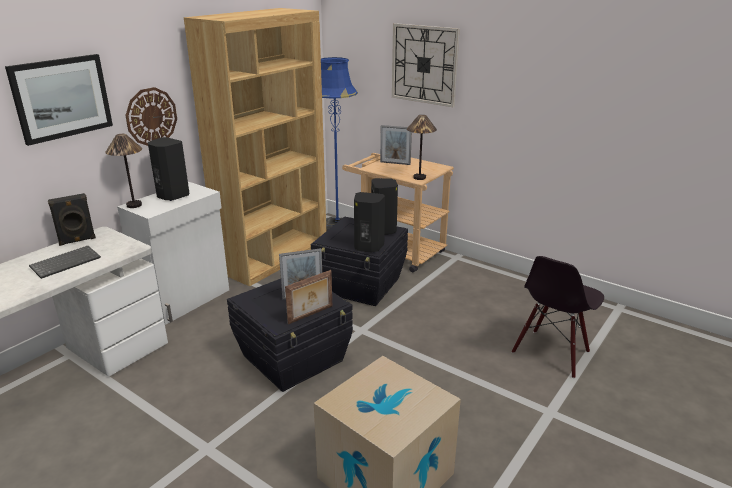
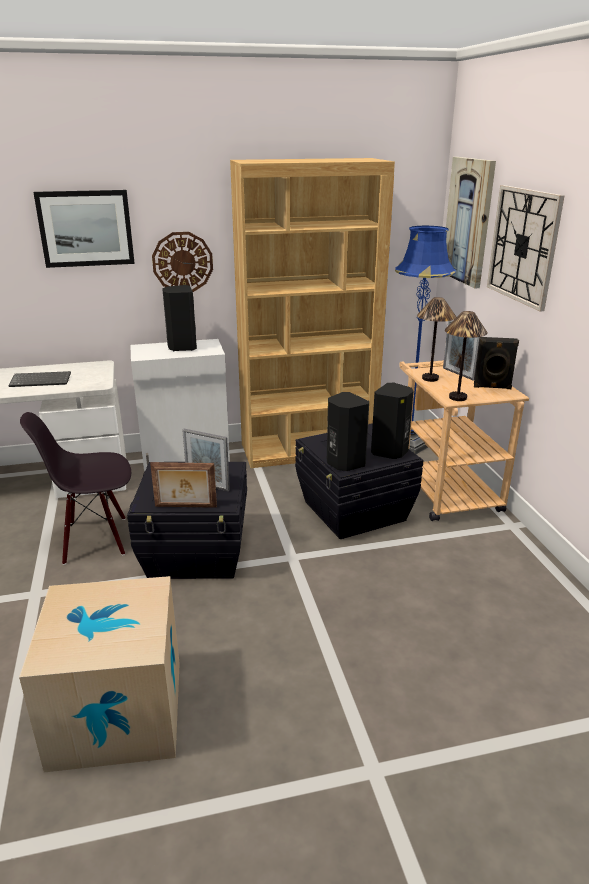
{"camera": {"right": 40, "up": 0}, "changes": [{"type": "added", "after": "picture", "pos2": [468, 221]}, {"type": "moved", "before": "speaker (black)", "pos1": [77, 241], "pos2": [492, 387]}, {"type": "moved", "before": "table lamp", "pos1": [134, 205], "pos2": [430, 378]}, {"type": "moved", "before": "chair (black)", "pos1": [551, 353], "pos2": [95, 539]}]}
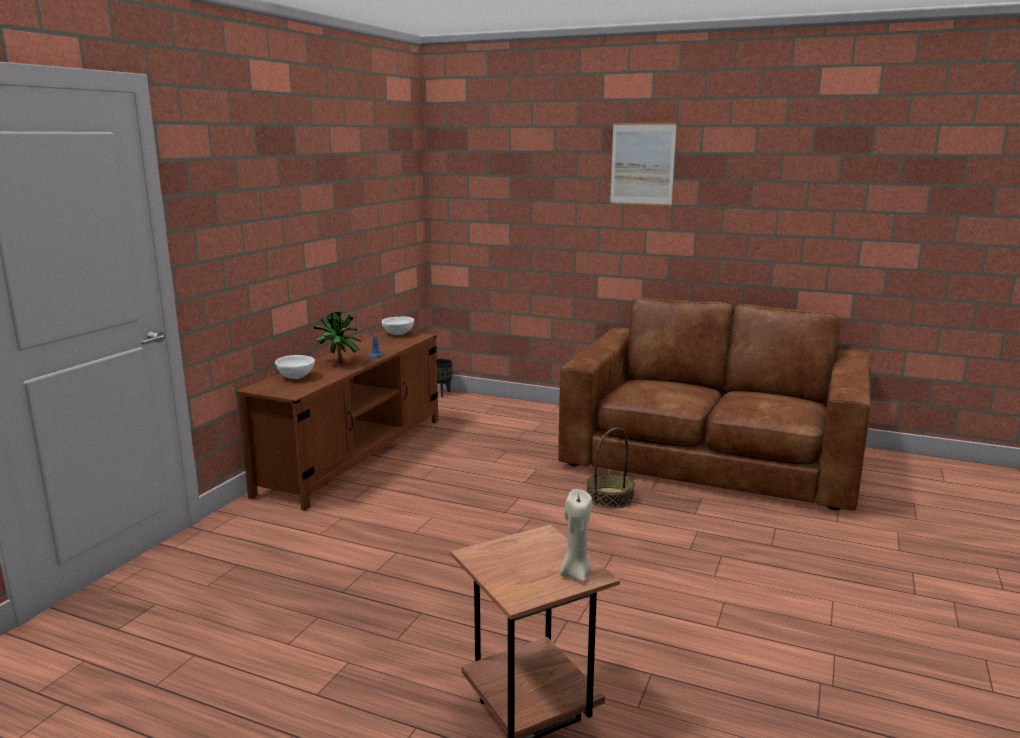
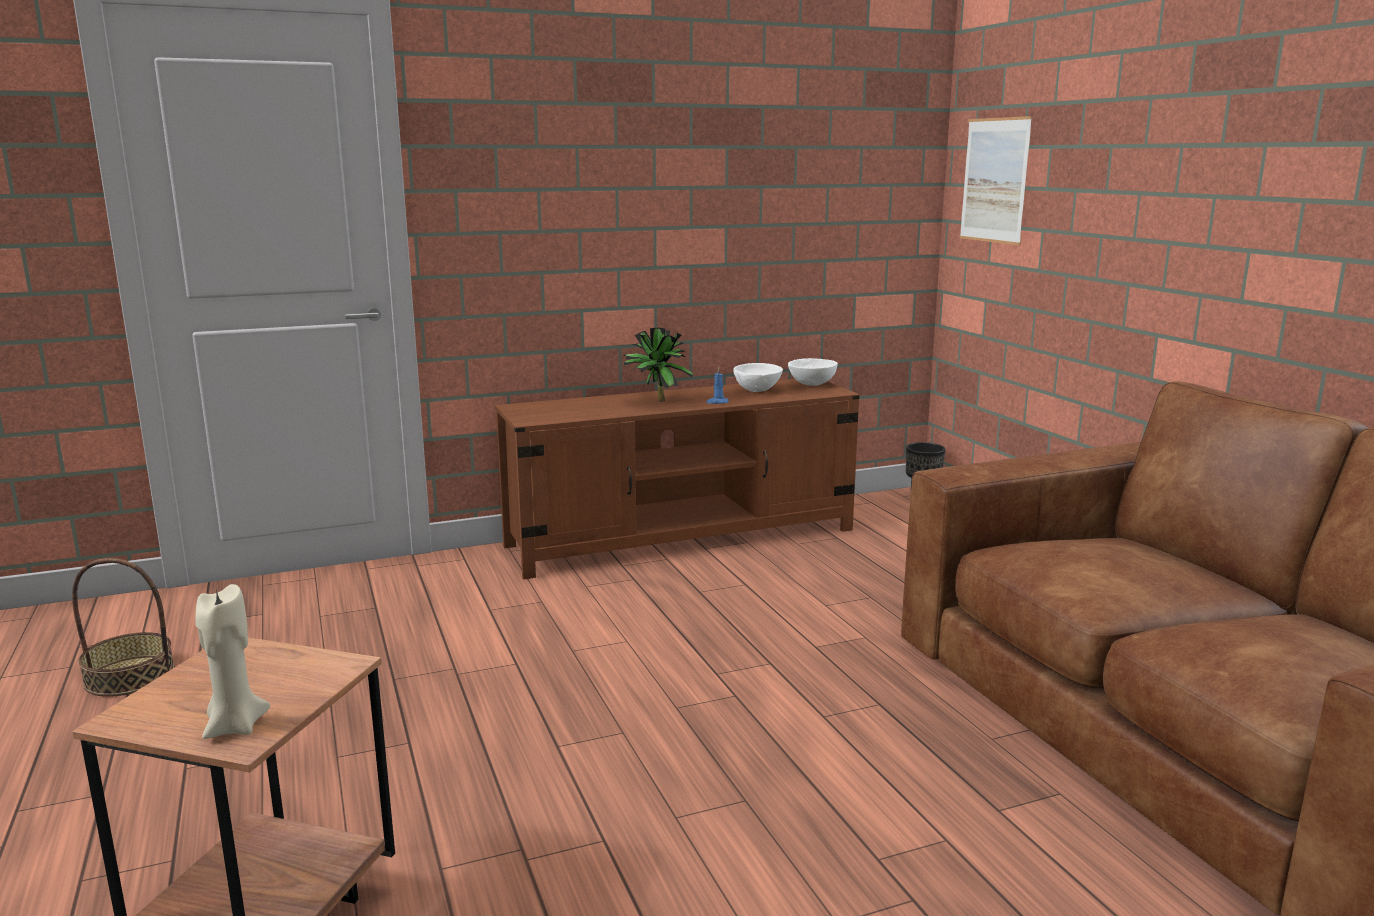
{"camera": {"right": 45, "up": 0}, "changes": [{"type": "moved", "before": "bowl (white)", "pos1": [296, 377], "pos2": [758, 390]}, {"type": "moved", "before": "basket", "pos1": [609, 497], "pos2": [130, 676]}, {"type": "moved", "before": "picture", "pos1": [642, 164], "pos2": [994, 180]}]}
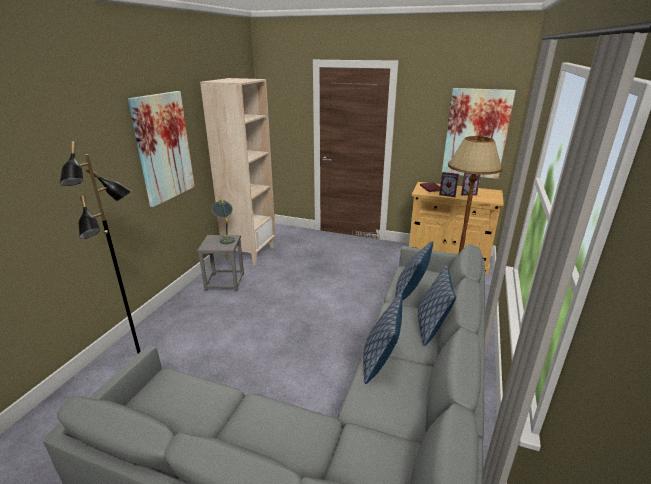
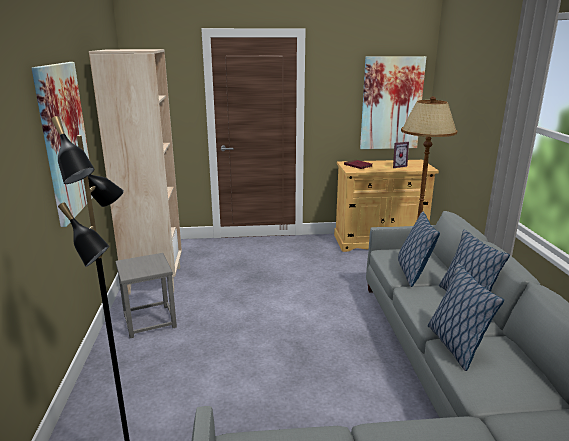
{"camera": {"right": -25, "up": -5}, "changes": [{"type": "removed", "before": "table lamp (grey)", "pos1": [226, 238]}, {"type": "removed", "before": "picture frame", "pos1": [447, 194]}]}
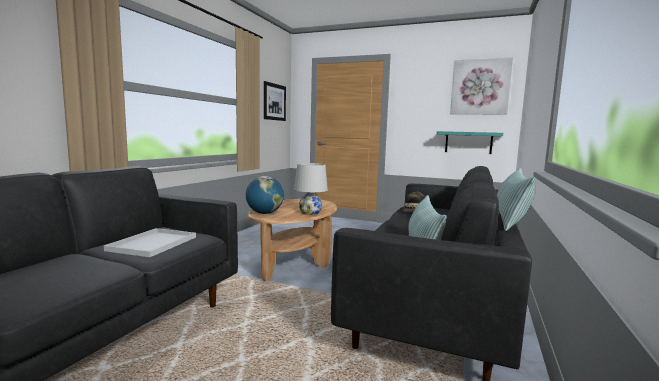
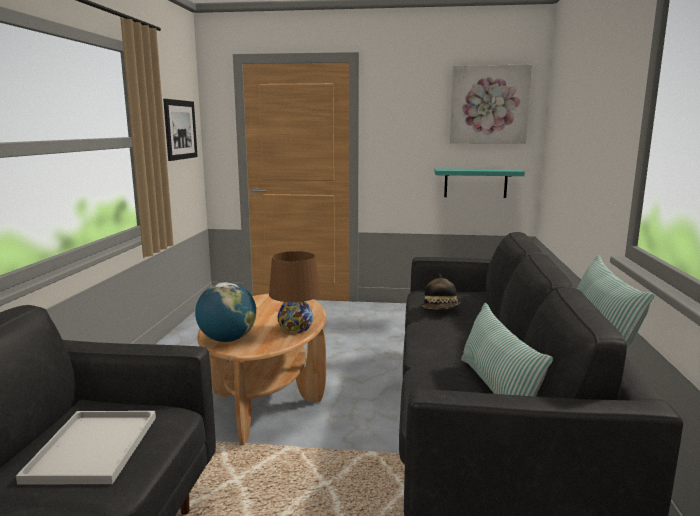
{"camera": {"right": -15, "up": 5}, "changes": [{"type": "recoloured", "before": "table lamp (white)", "after": "table lamp (brown)", "pos1": [310, 213], "pos2": [295, 328]}]}
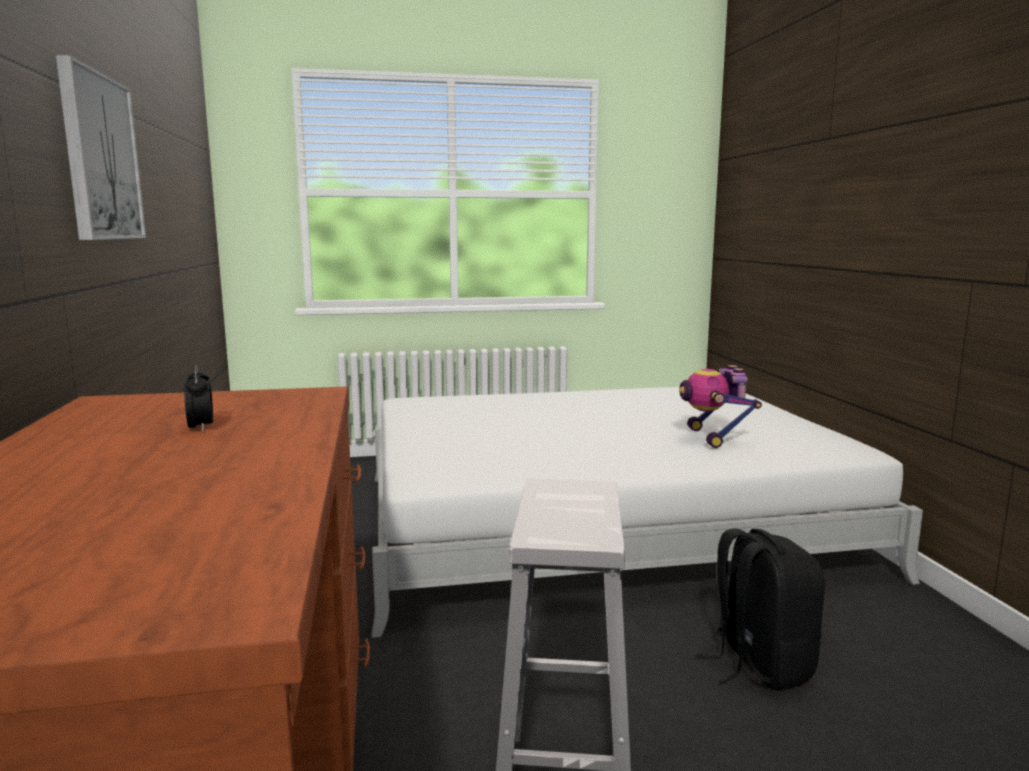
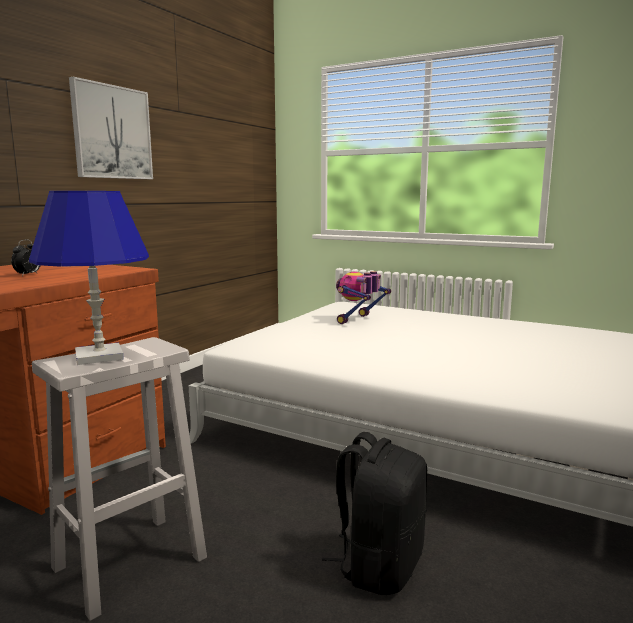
{"camera": {"right": 40, "up": 0}, "changes": [{"type": "added", "after": "table lamp (blue)", "pos2": [99, 356]}, {"type": "moved", "before": "toy robot", "pos1": [713, 437], "pos2": [359, 320]}]}
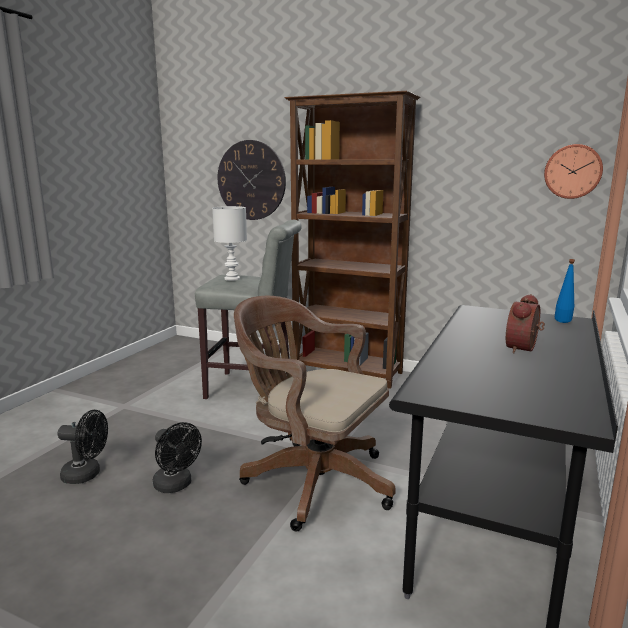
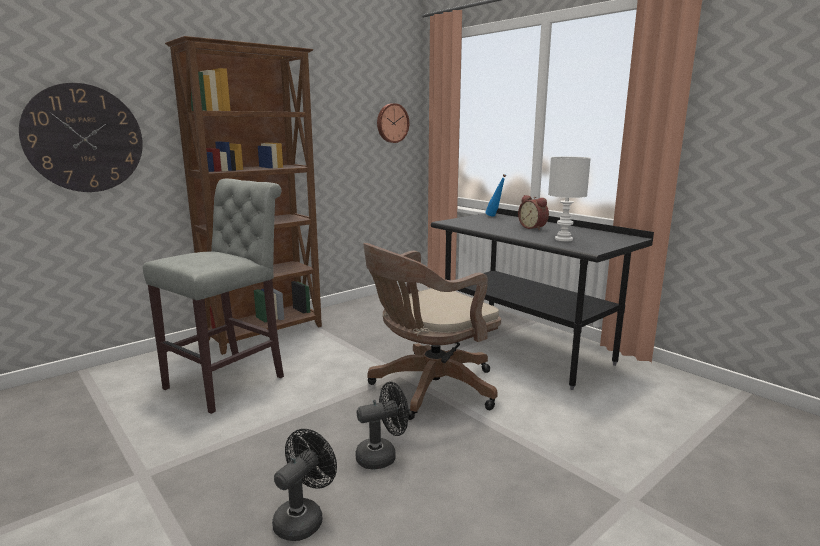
{"camera": {"right": -65, "up": 0}, "changes": [{"type": "moved", "before": "table lamp (white)", "pos1": [231, 279], "pos2": [563, 239]}]}
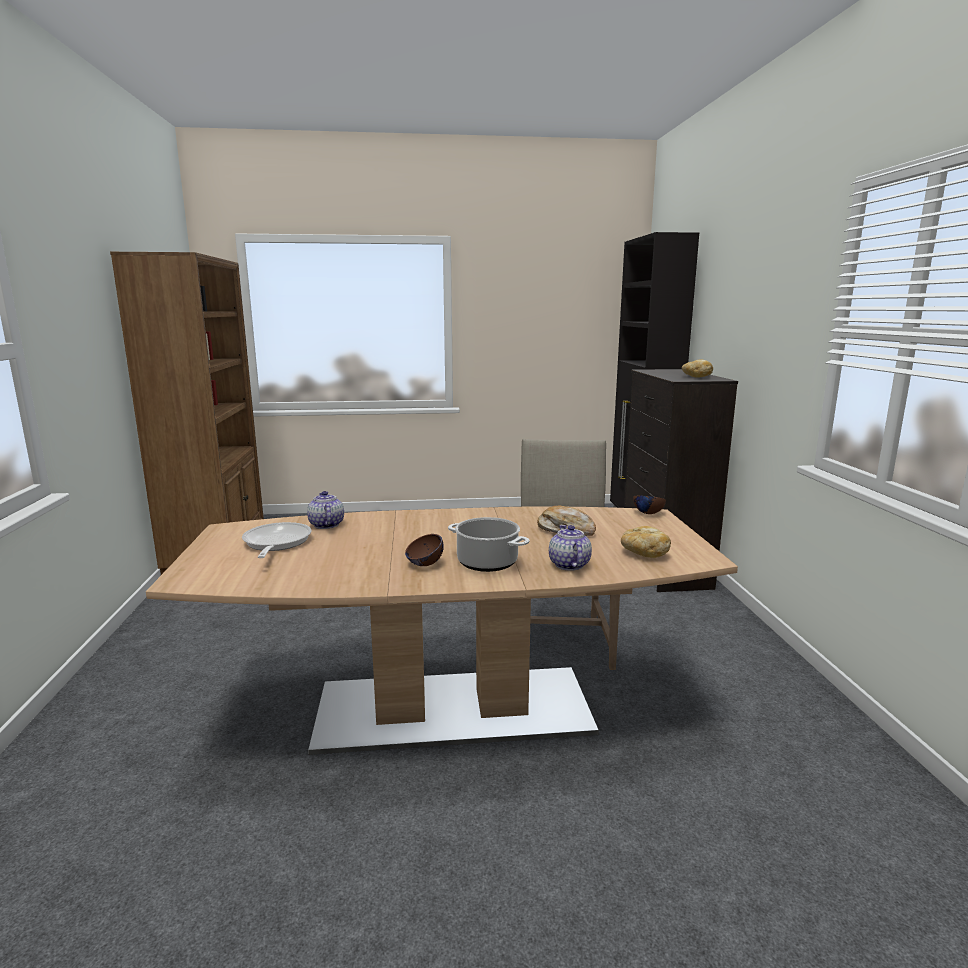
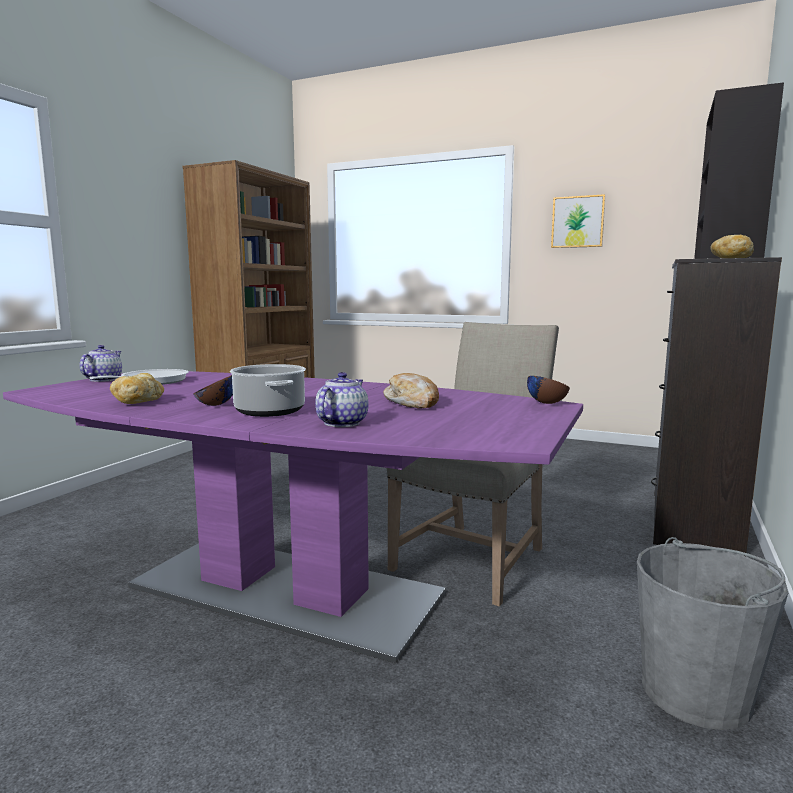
{"camera": {"right": 30, "up": -5}, "changes": [{"type": "added", "after": "picture", "pos2": [578, 222]}, {"type": "added", "after": "bucket (grey)", "pos2": [696, 692]}, {"type": "moved", "before": "teapot", "pos1": [326, 525], "pos2": [103, 380]}, {"type": "moved", "before": "bread", "pos1": [643, 553], "pos2": [138, 402]}, {"type": "recoloured", "before": "dining table (brown)", "after": "dining table (purple)", "pos1": [452, 708], "pos2": [284, 589]}]}
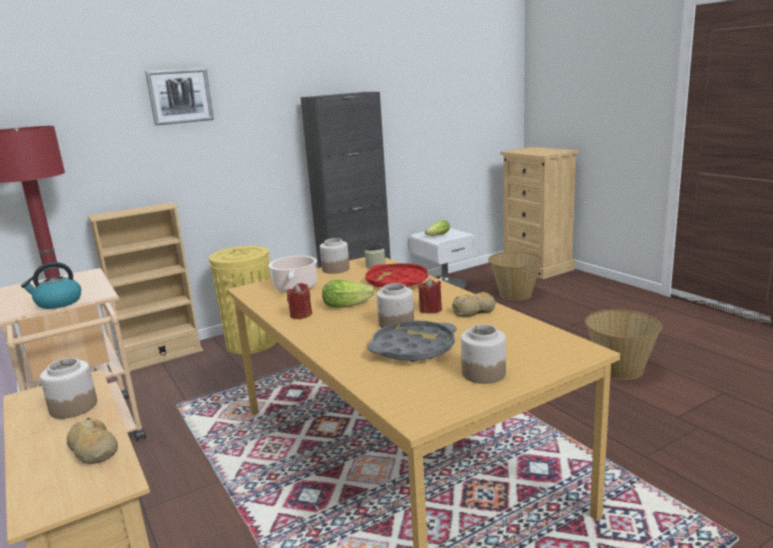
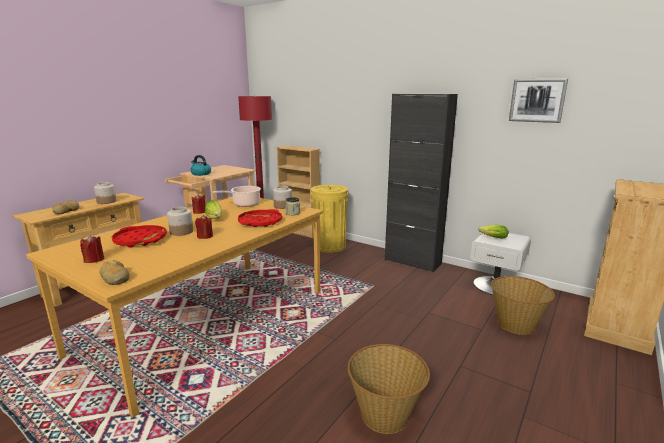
{"camera": {"right": 65, "up": 0}, "changes": [{"type": "moved", "before": "picture", "pos1": [180, 96], "pos2": [537, 100]}, {"type": "moved", "before": "bread", "pos1": [475, 311], "pos2": [115, 278]}, {"type": "replaced", "before": "jar", "after": "candle (red)", "pos1": [483, 373], "pos2": [94, 260]}, {"type": "recoloured", "before": "tray (grey)", "after": "tray (red)", "pos1": [413, 348], "pos2": [140, 240]}]}
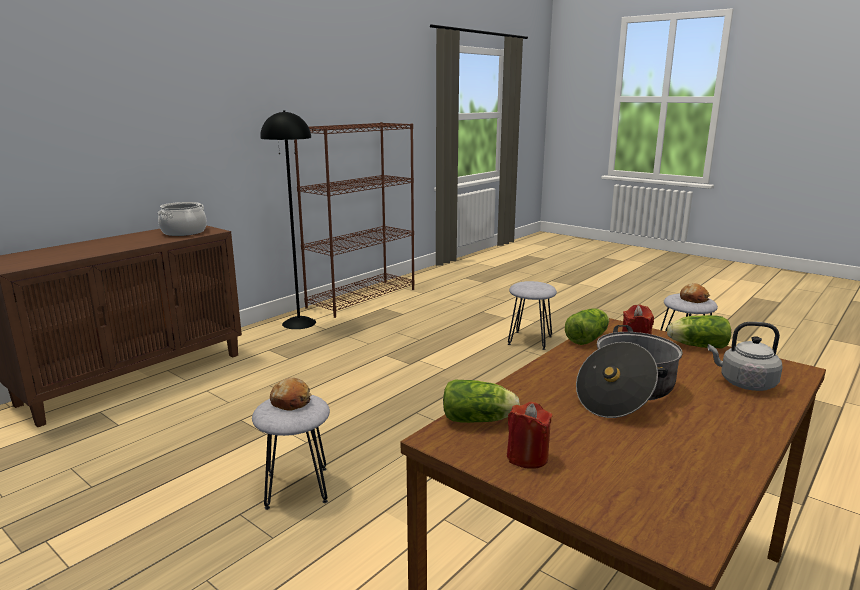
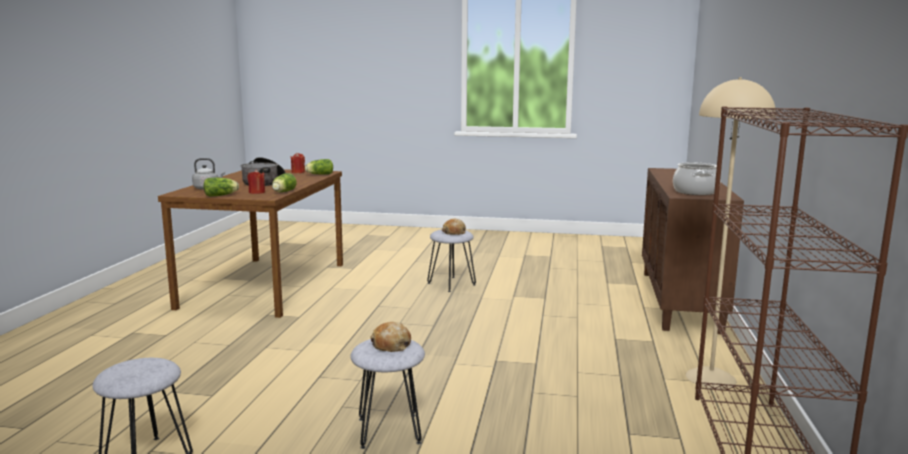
{"camera": {"right": 150, "up": -5}, "changes": [{"type": "moved", "before": "bread", "pos1": [694, 299], "pos2": [391, 345]}, {"type": "recoloured", "before": "floor lamp (black)", "after": "floor lamp (beige)", "pos1": [299, 323], "pos2": [711, 378]}]}
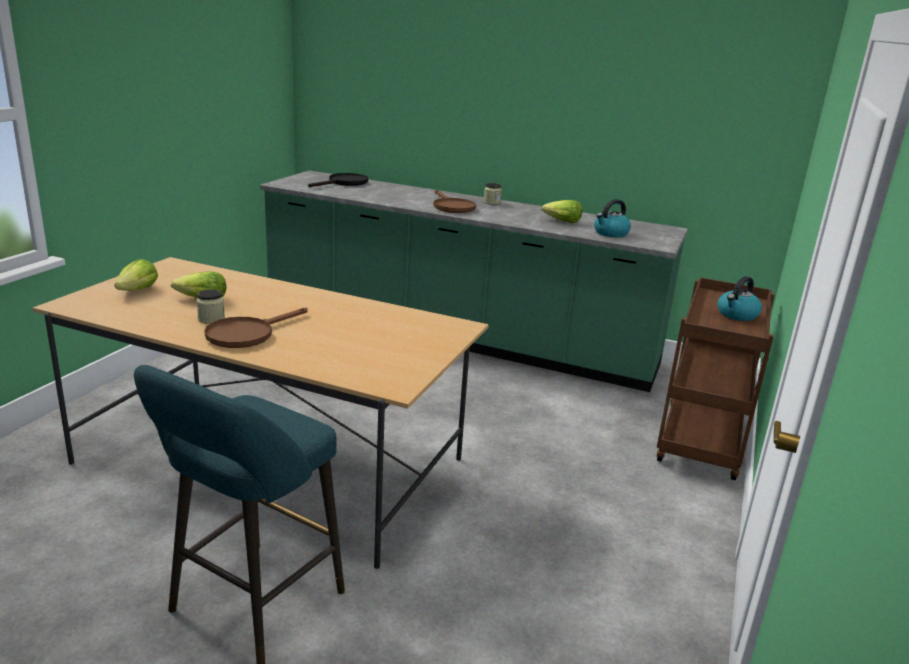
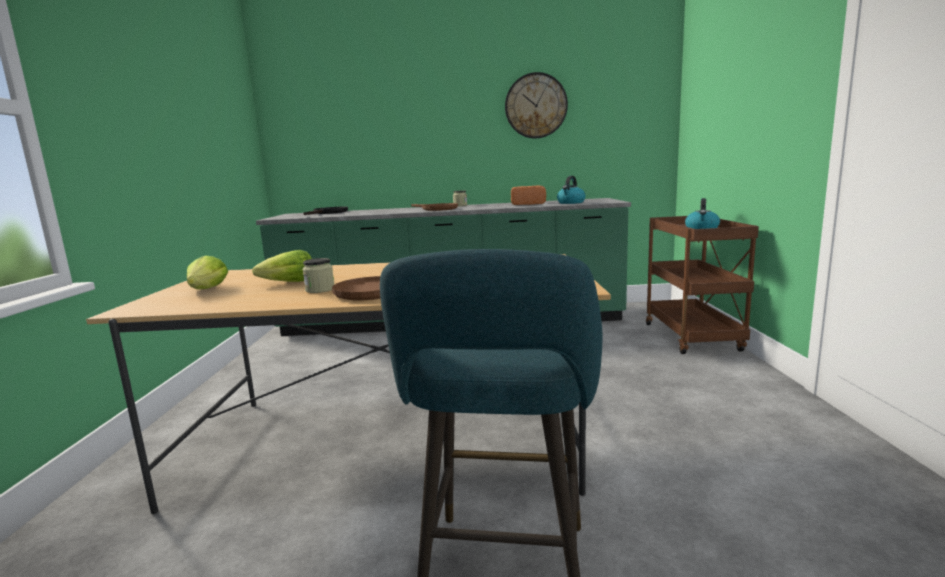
{"camera": {"right": -20, "up": -10}, "changes": [{"type": "added", "after": "wall clock", "pos2": [536, 106]}, {"type": "replaced", "before": "lettuce", "after": "bread", "pos1": [562, 221], "pos2": [527, 204]}]}
